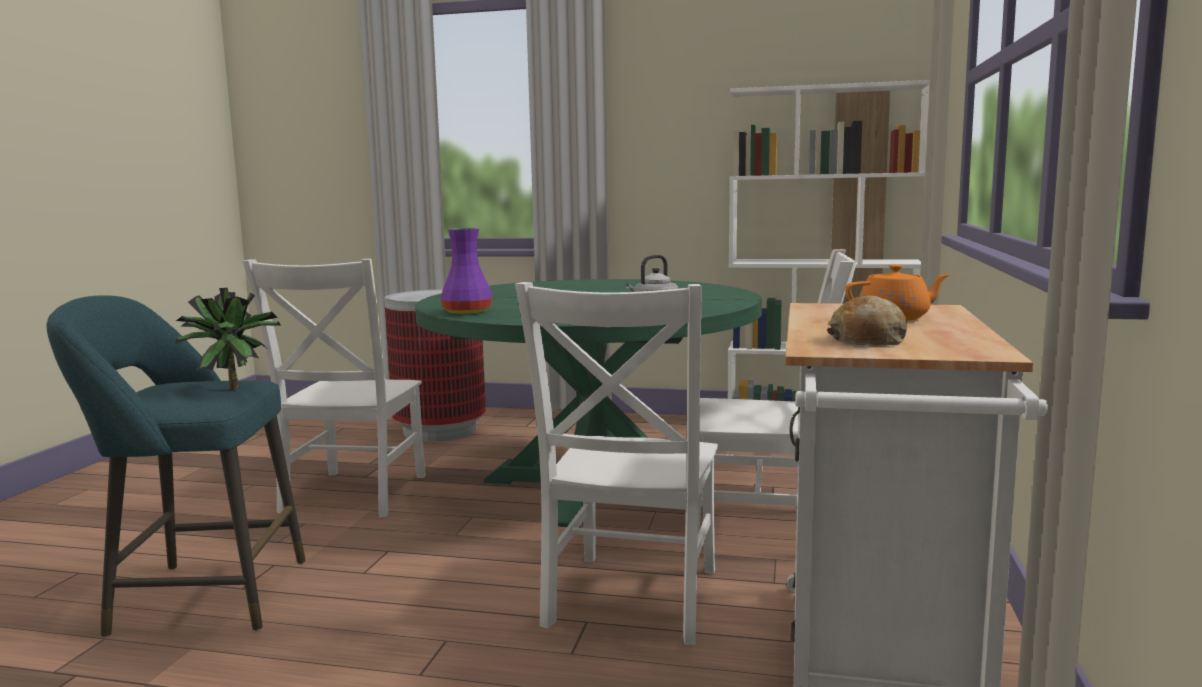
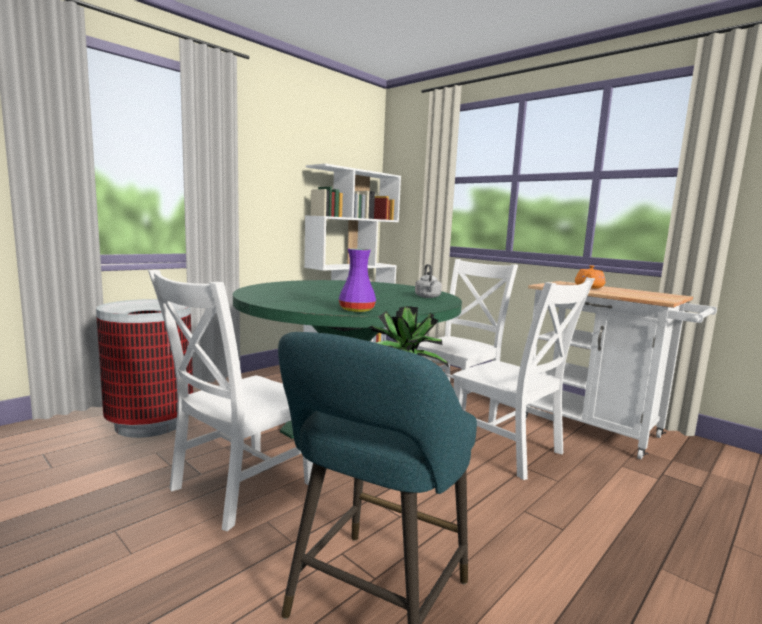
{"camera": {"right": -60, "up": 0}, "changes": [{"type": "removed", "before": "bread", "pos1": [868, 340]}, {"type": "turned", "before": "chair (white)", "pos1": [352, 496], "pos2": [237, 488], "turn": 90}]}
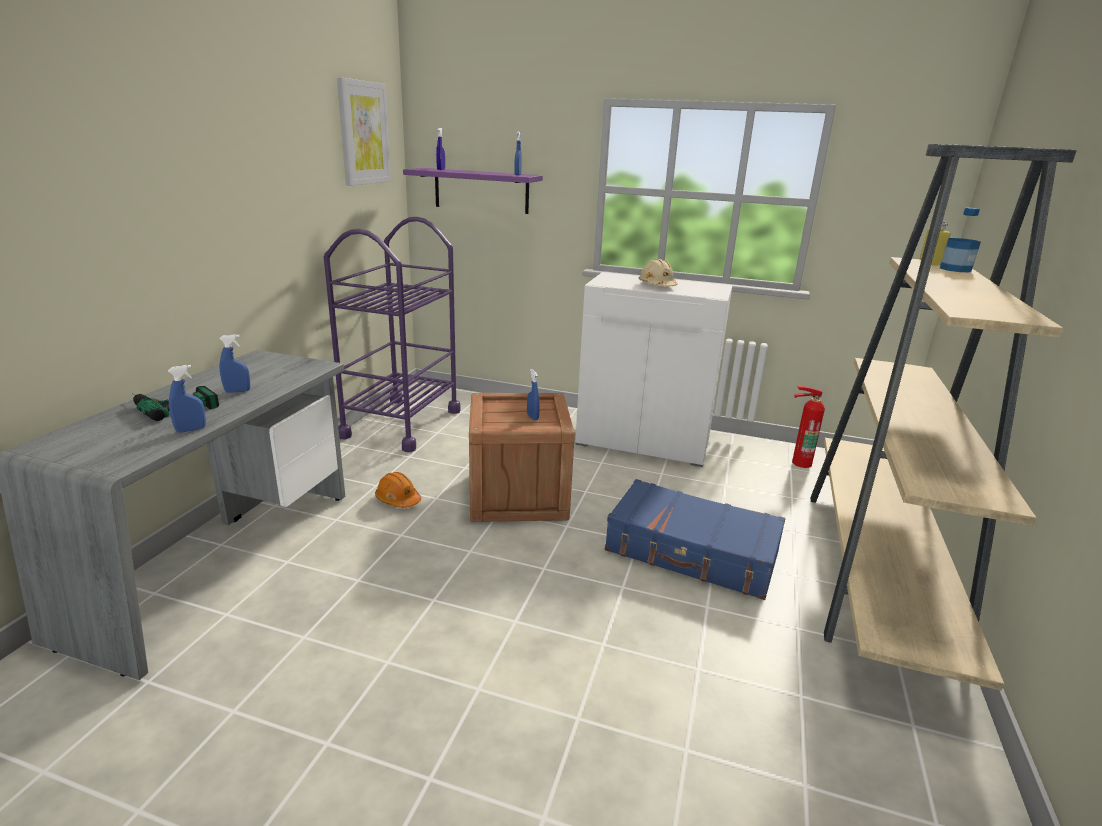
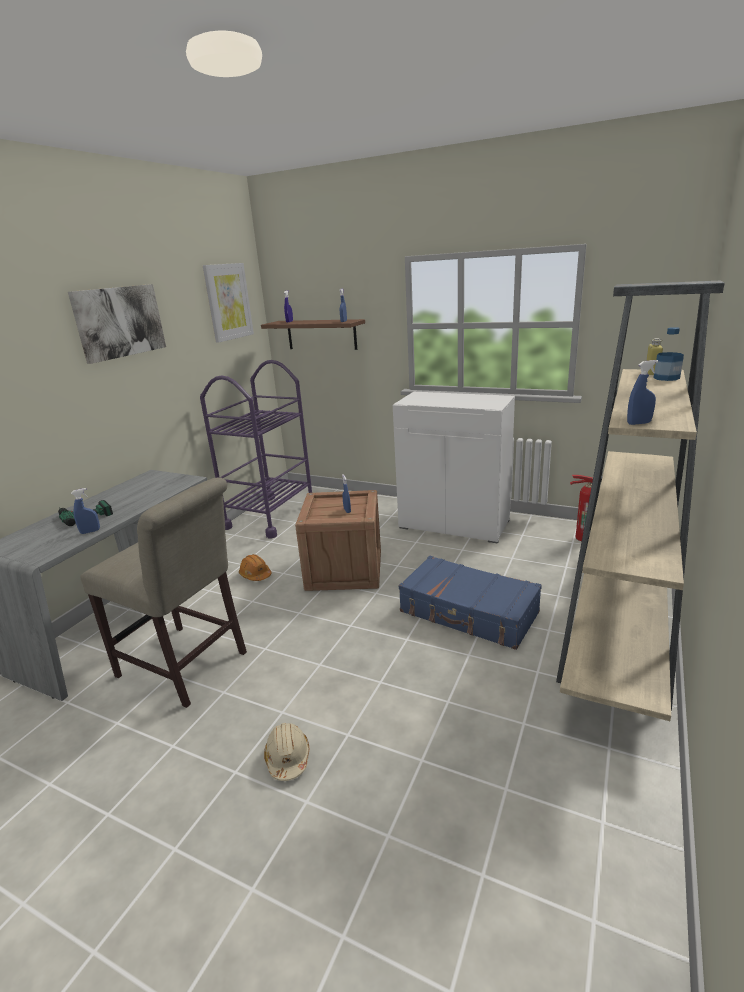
{"camera": {"right": 10, "up": 0}, "changes": [{"type": "added", "after": "picture", "pos2": [119, 322]}, {"type": "added", "after": "chair (beige)", "pos2": [187, 666]}, {"type": "moved", "before": "spray bottle (blue)", "pos1": [237, 391], "pos2": [639, 423]}, {"type": "moved", "before": "hard hat (beige)", "pos1": [657, 285], "pos2": [287, 758]}, {"type": "recoloured", "before": "shelf (purple)", "after": "shelf (brown)", "pos1": [481, 191], "pos2": [321, 334]}]}
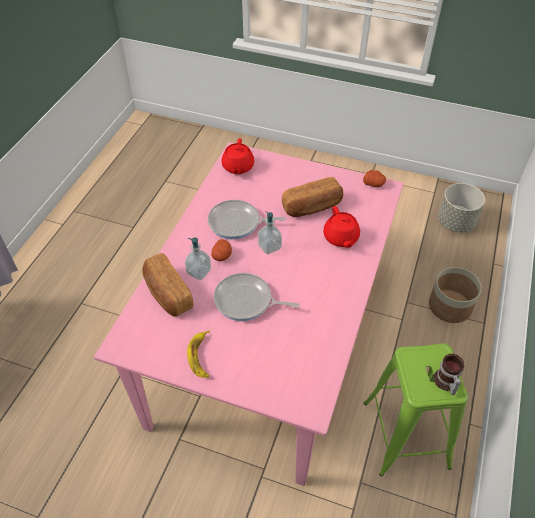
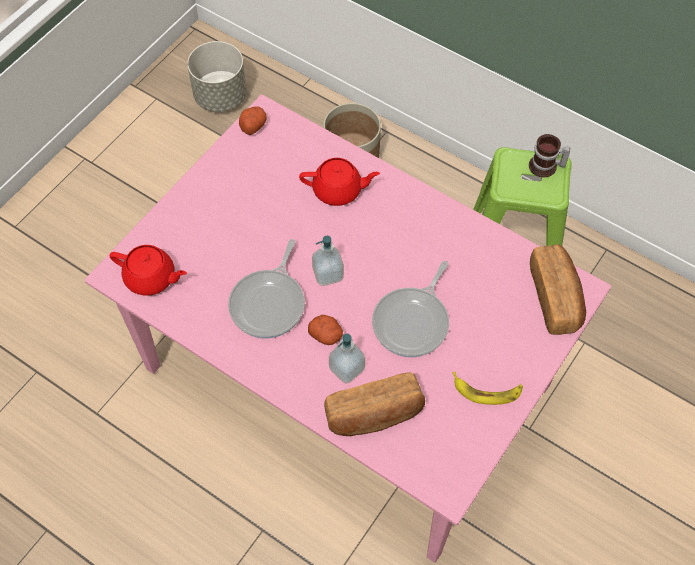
{"camera": {"right": -75, "up": 10}, "changes": [{"type": "moved", "before": "bread", "pos1": [312, 207], "pos2": [555, 297]}]}
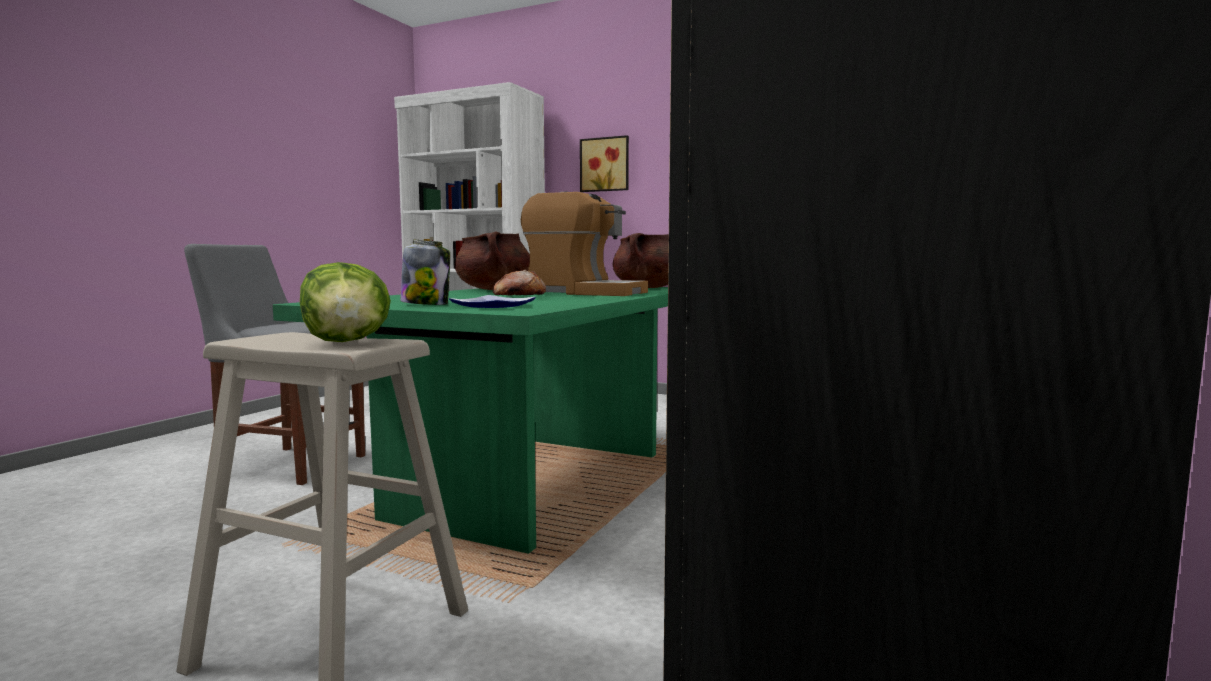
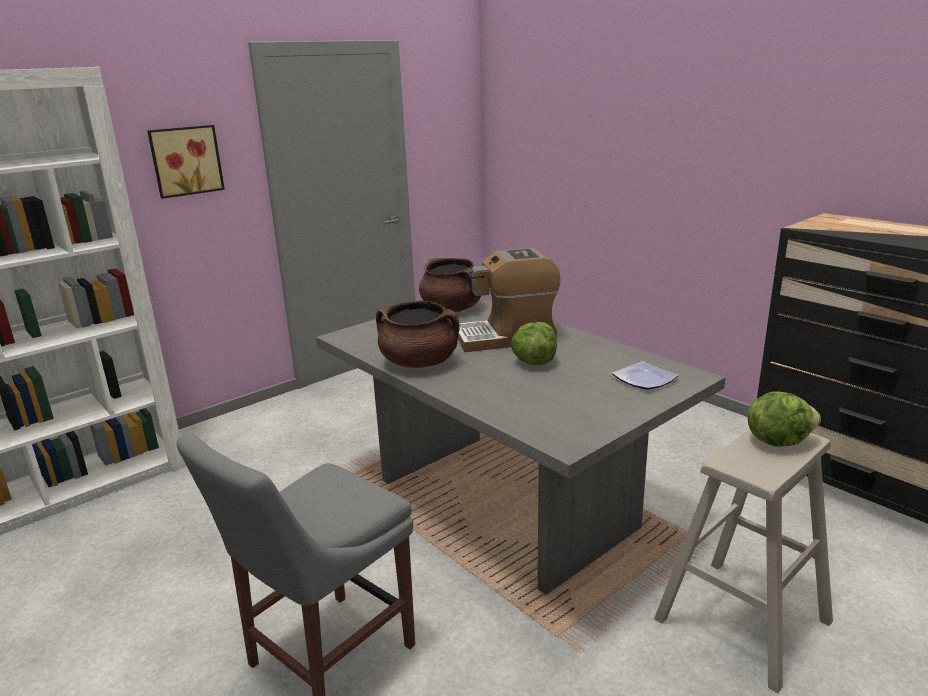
{"camera": {"right": -65, "up": 15}, "changes": [{"type": "removed", "before": "jar", "pos1": [426, 304]}, {"type": "replaced", "before": "bread", "after": "lettuce", "pos1": [519, 296], "pos2": [534, 362]}, {"type": "recoloured", "before": "dining table (green)", "after": "dining table (grey)", "pos1": [535, 484], "pos2": [505, 502]}, {"type": "turned", "before": "coffee machine", "pos1": [583, 293], "pos2": [506, 337], "turn": -150}]}
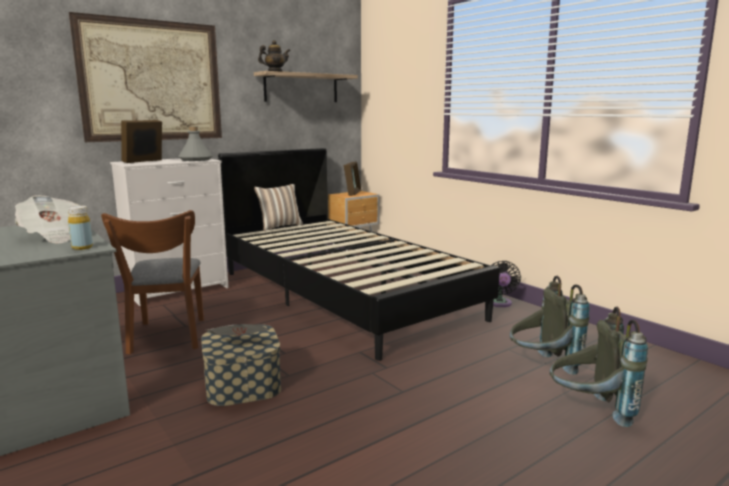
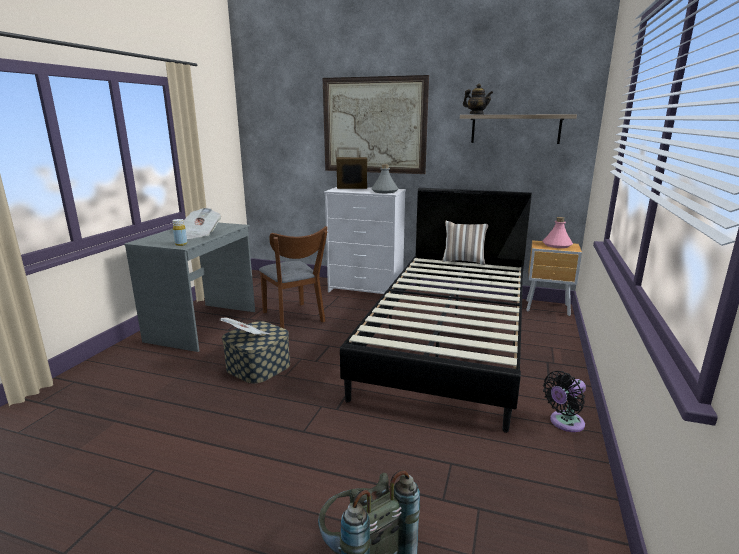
{"camera": {"right": 55, "up": 5}, "changes": [{"type": "removed", "before": "backpack (grey)", "pos1": [542, 367]}, {"type": "replaced", "before": "picture frame", "after": "bottle (pink)", "pos1": [353, 193], "pos2": [557, 245]}, {"type": "turned", "before": "chair (brown)", "pos1": [167, 338], "pos2": [295, 318], "turn": -75}]}
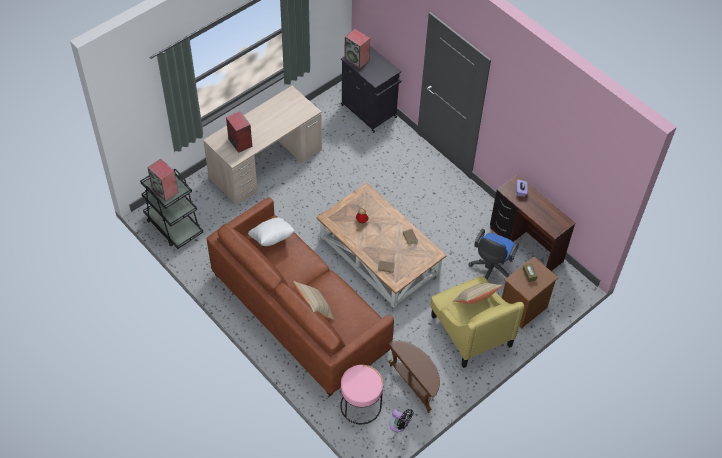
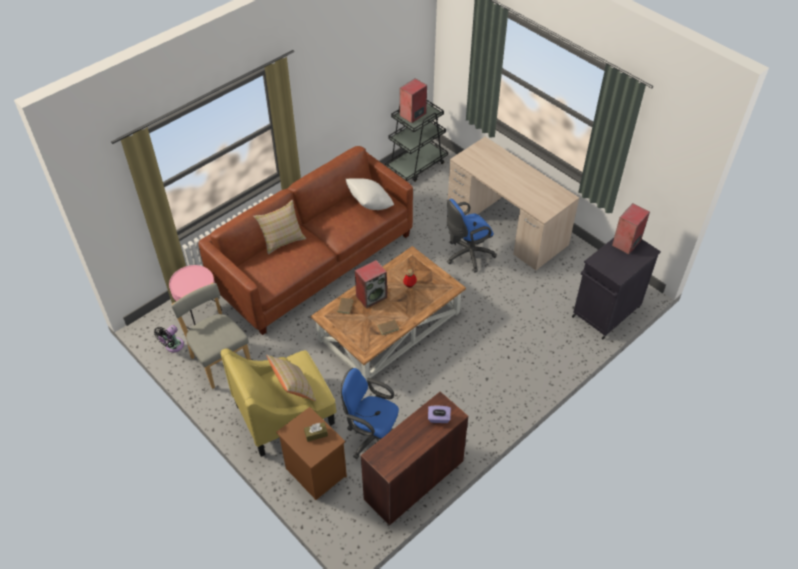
{"camera": {"right": 90, "up": -5}, "changes": [{"type": "added", "after": "office chair (blue)", "pos2": [467, 255]}, {"type": "moved", "before": "speaker", "pos1": [239, 142], "pos2": [371, 296]}, {"type": "replaced", "before": "side table (brown)", "after": "chair (grey)", "pos1": [415, 384], "pos2": [219, 360]}]}
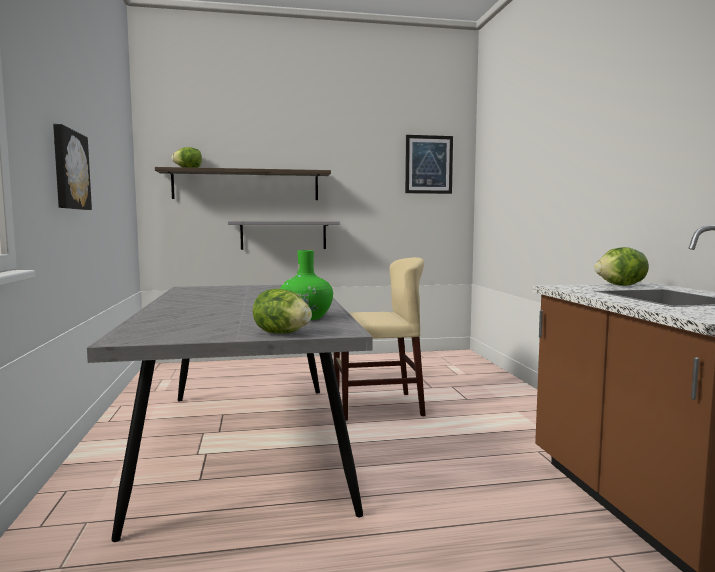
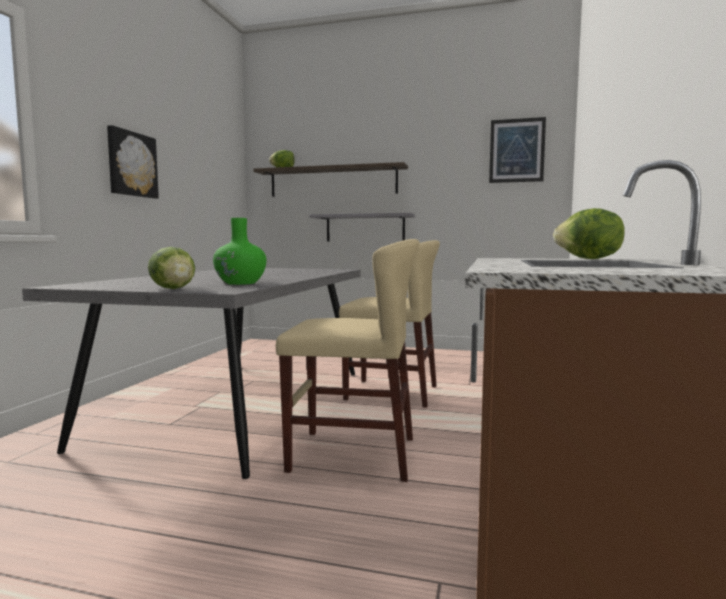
{"camera": {"right": 25, "up": 0}, "changes": [{"type": "added", "after": "chair (beige)", "pos2": [353, 454]}]}
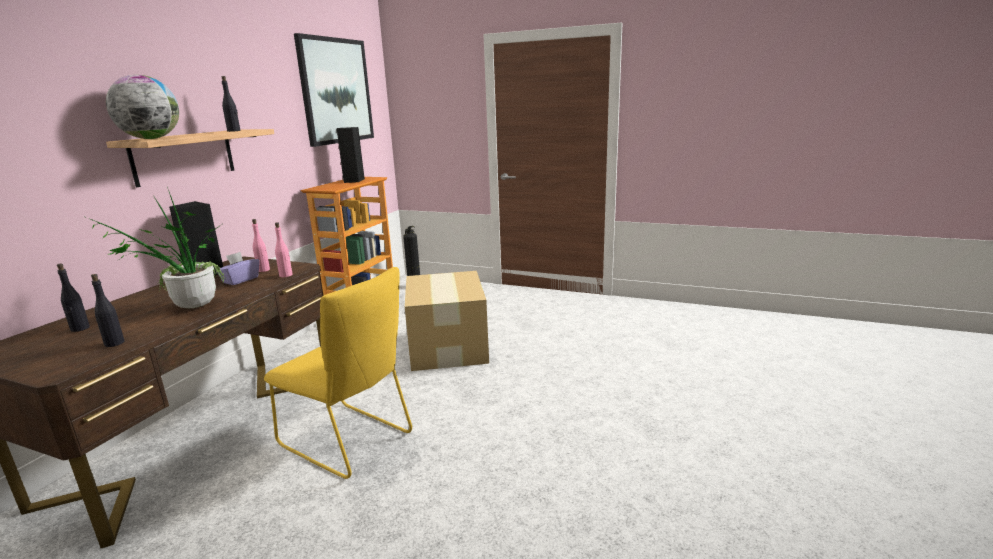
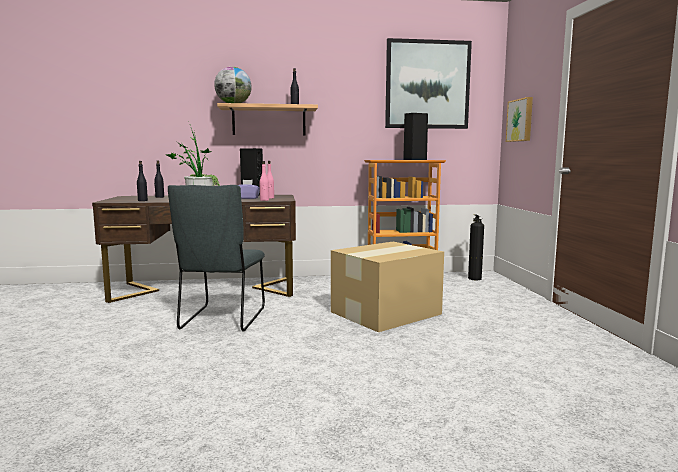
{"camera": {"right": 60, "up": -10}, "changes": [{"type": "added", "after": "picture", "pos2": [520, 120]}, {"type": "recoloured", "before": "chair (yellow)", "after": "chair (grey)", "pos1": [350, 441], "pos2": [222, 320]}]}
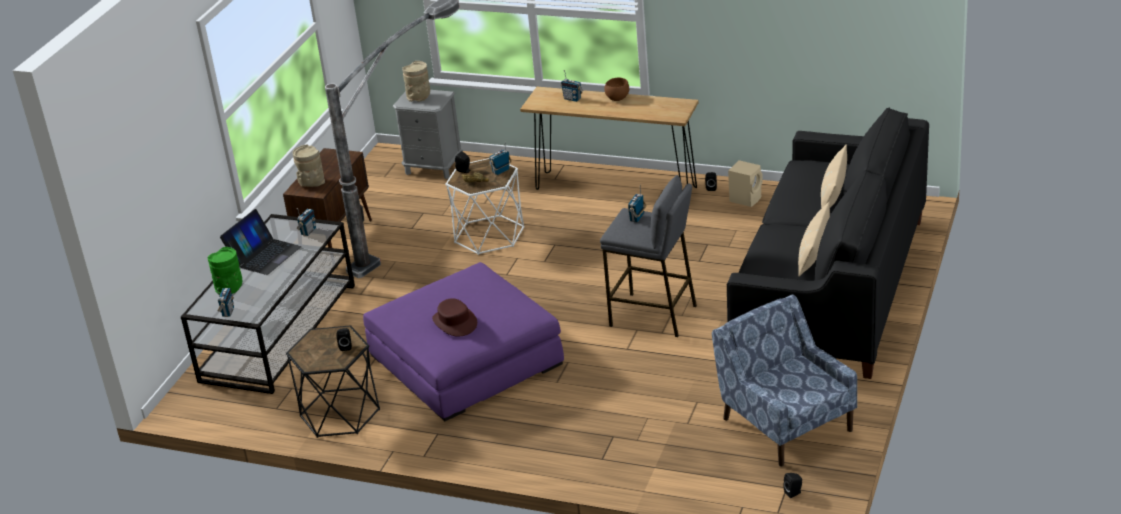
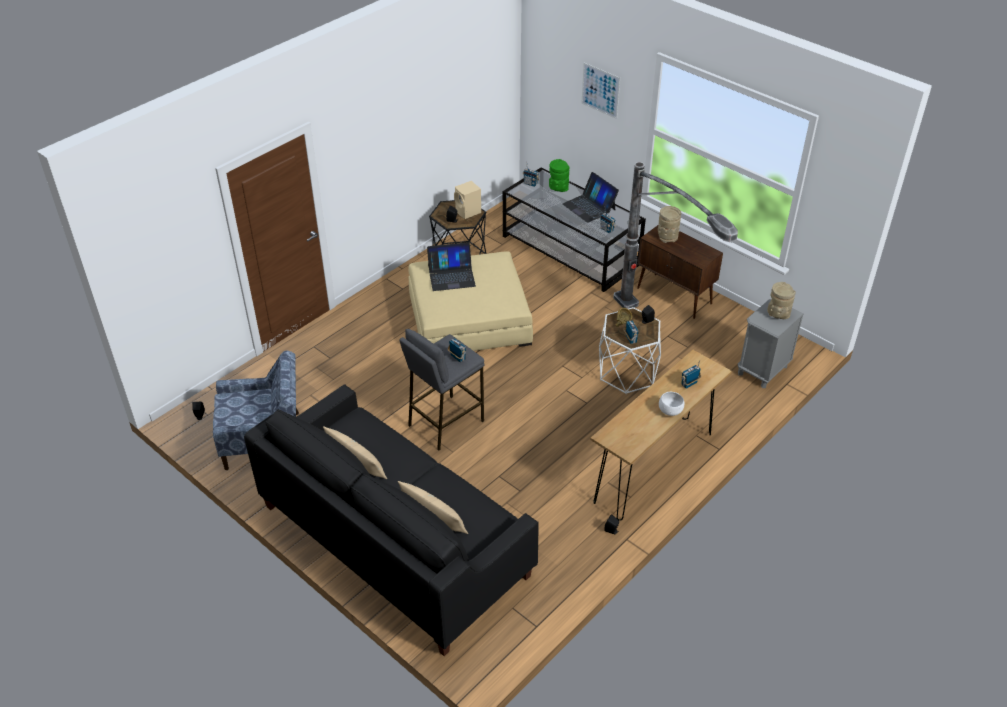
{"camera": {"right": 110, "up": 10}, "changes": [{"type": "added", "after": "picture", "pos2": [600, 90]}, {"type": "moved", "before": "speaker (beige)", "pos1": [746, 198], "pos2": [468, 212]}, {"type": "replaced", "before": "hat (brown)", "after": "laptop", "pos1": [454, 322], "pos2": [451, 276]}, {"type": "recoloured", "before": "ottoman (purple)", "after": "ottoman (beige)", "pos1": [465, 360], "pos2": [469, 318]}, {"type": "recoloured", "before": "bowl (brown)", "after": "bowl (white)", "pos1": [617, 98], "pos2": [670, 411]}]}
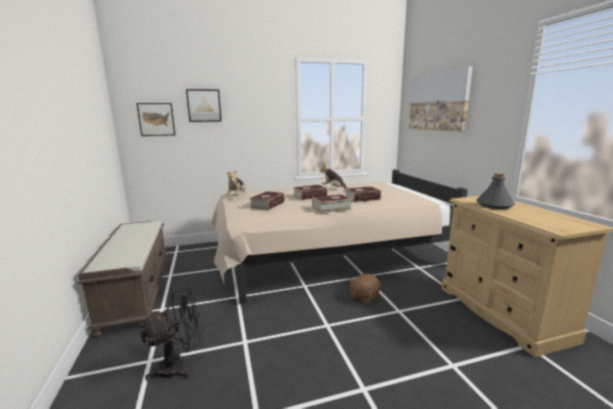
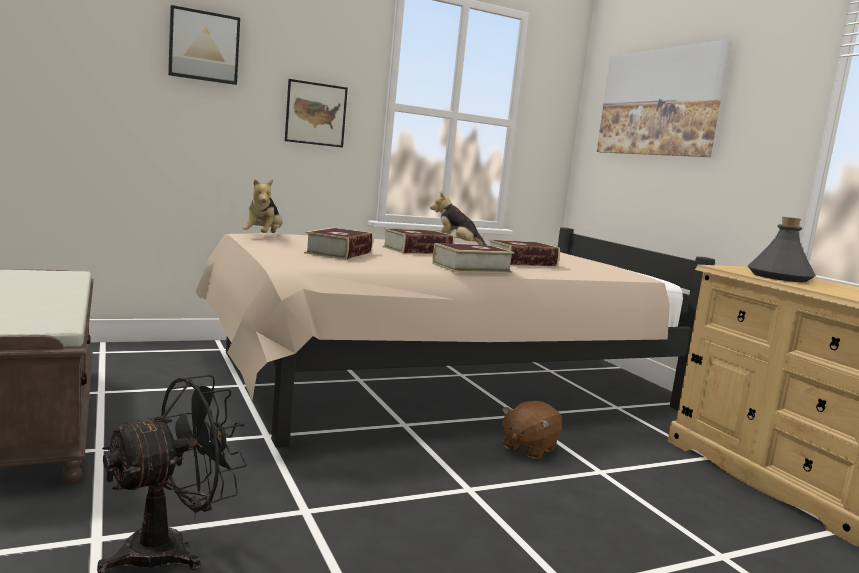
{"camera": {"right": -10, "up": -5}, "changes": [{"type": "moved", "before": "picture", "pos1": [156, 119], "pos2": [316, 114]}]}
